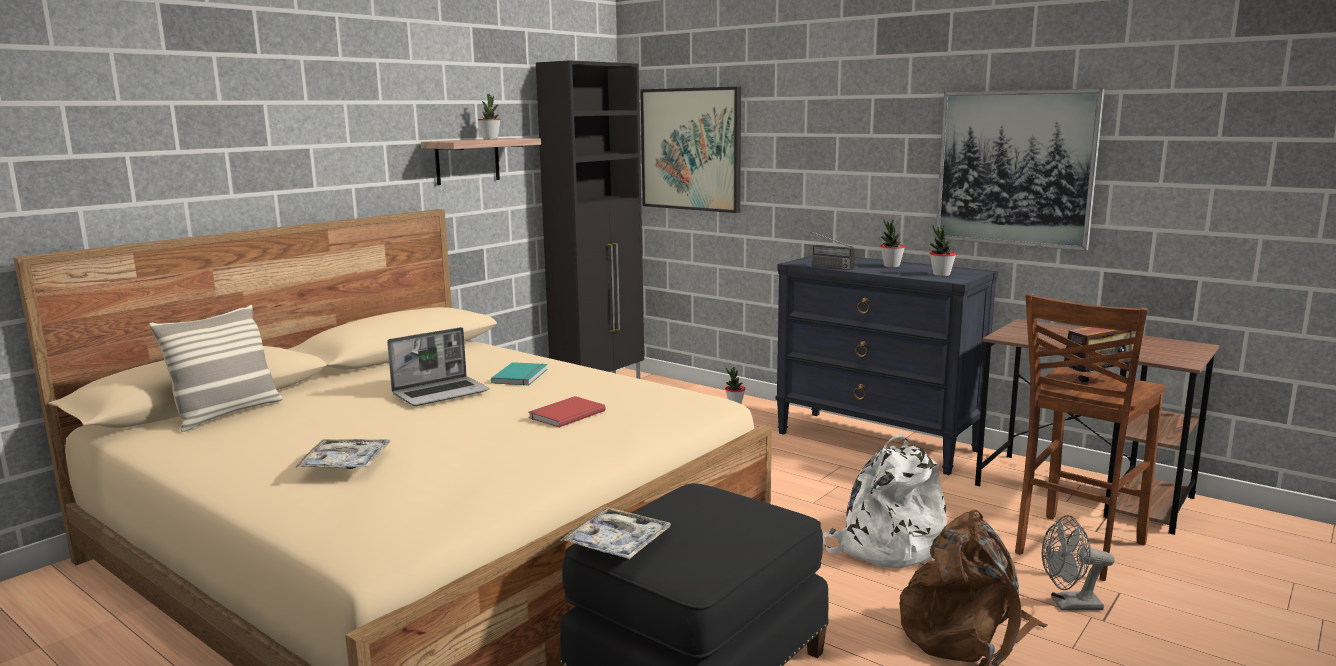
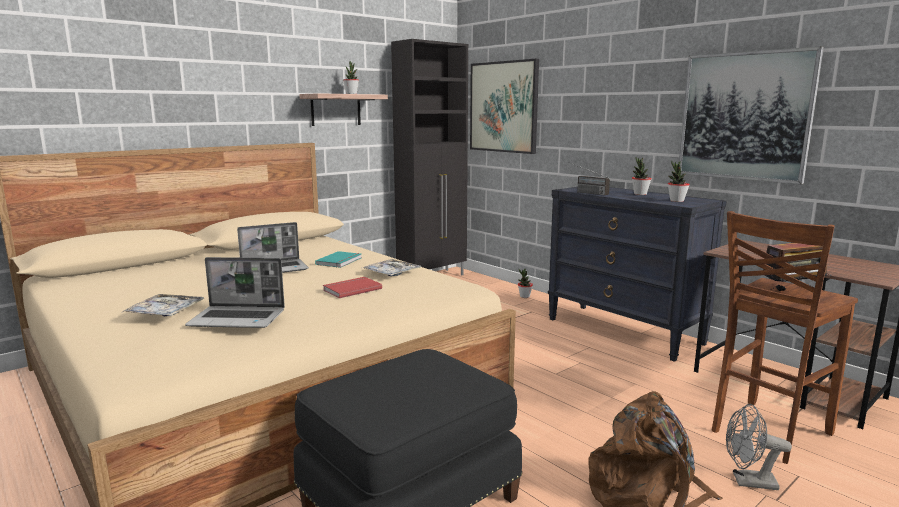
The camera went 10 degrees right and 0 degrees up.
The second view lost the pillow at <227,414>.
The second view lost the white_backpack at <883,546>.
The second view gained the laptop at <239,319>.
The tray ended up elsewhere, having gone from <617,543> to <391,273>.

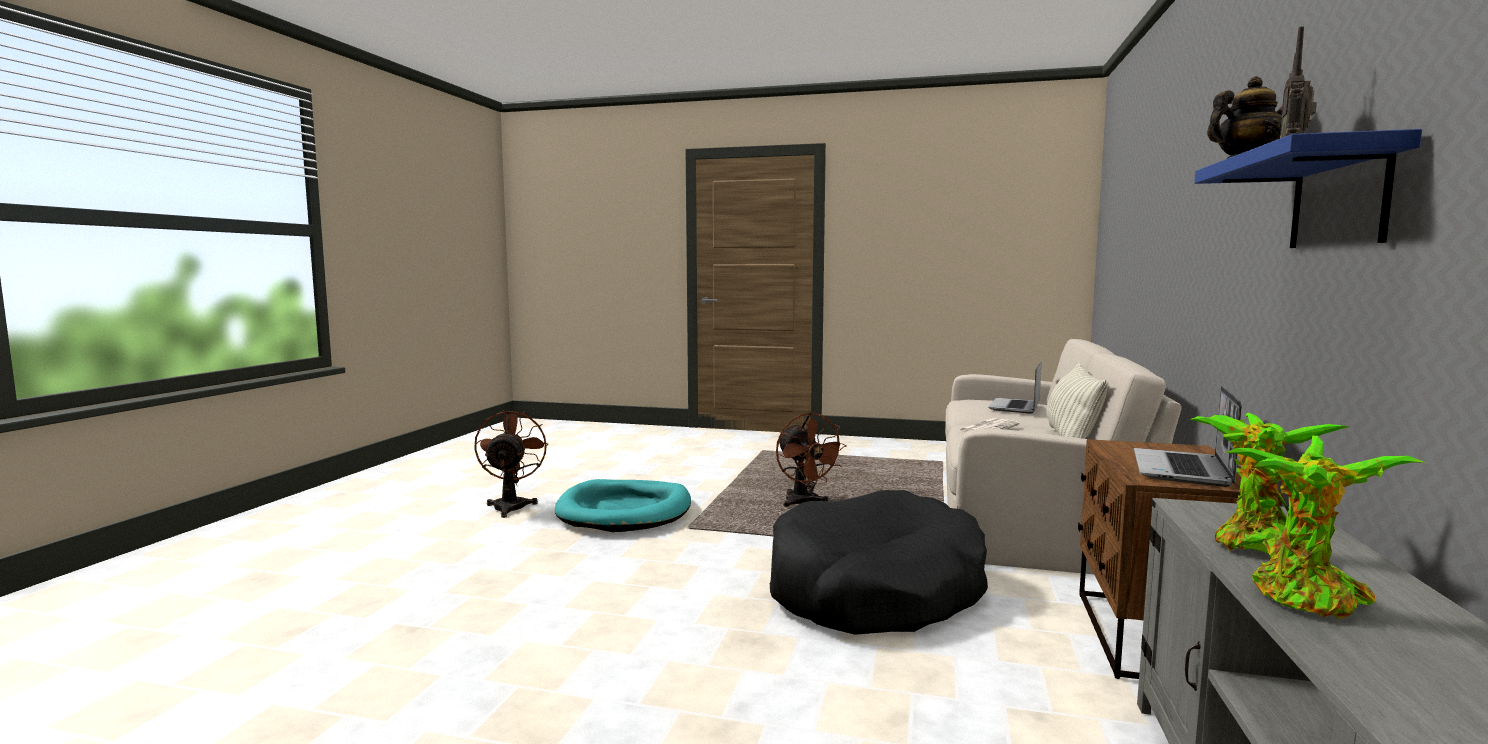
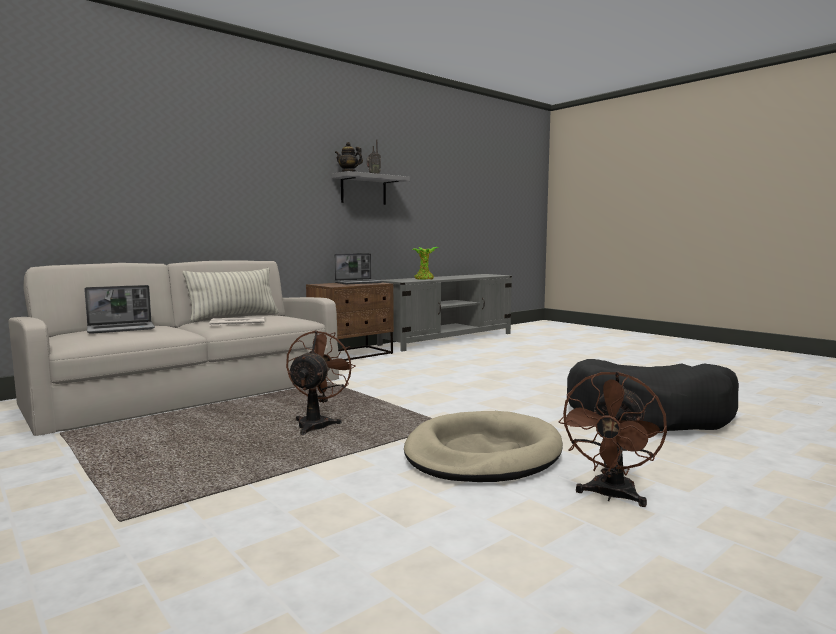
The camera went 145 degrees left and 0 degrees up.
The second view lost the potted_plant at <1307,601>.
The black_dog_bed ended up elsewhere, having gone from <874,590> to <650,415>.
What was the turquoise_dog_bed at <625,511> turned into the beige_dog_bed at <482,454>.
What was the blue_shelf at <1339,198> turned into the grey_shelf at <363,190>.

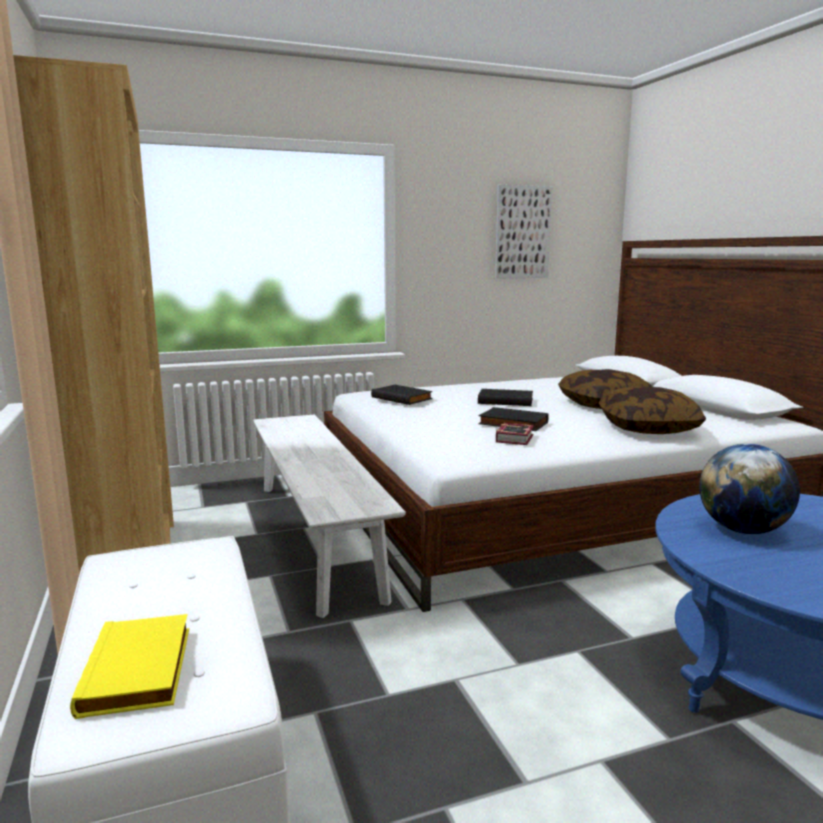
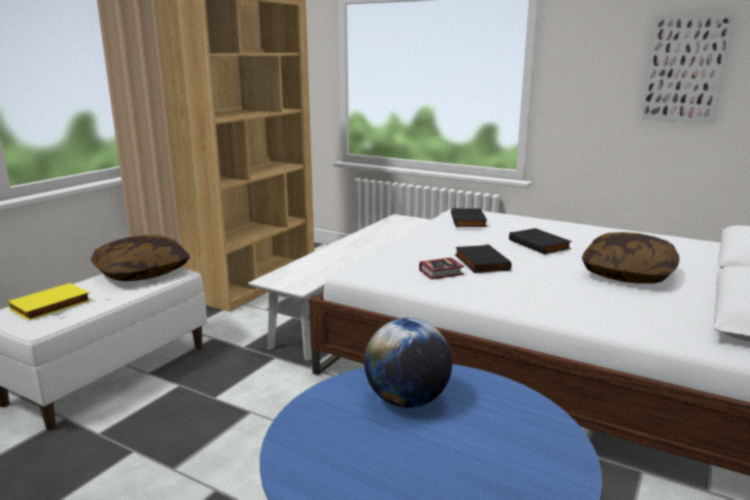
The camera went 50 degrees right and 5 degrees up.
The pillow ended up elsewhere, having gone from <648,428> to <142,273>.

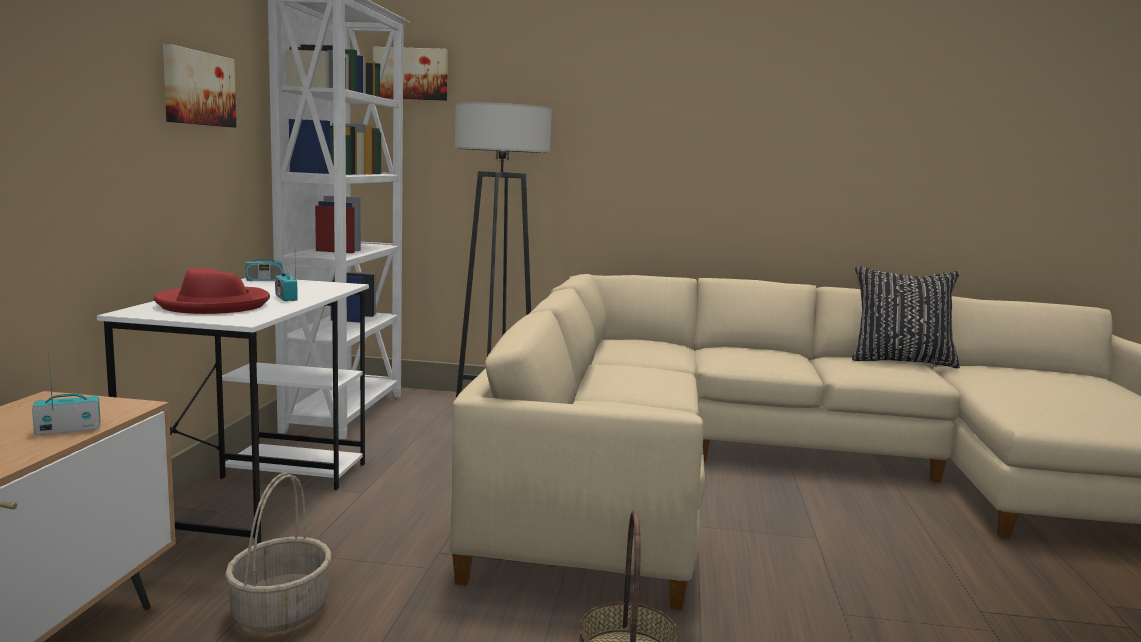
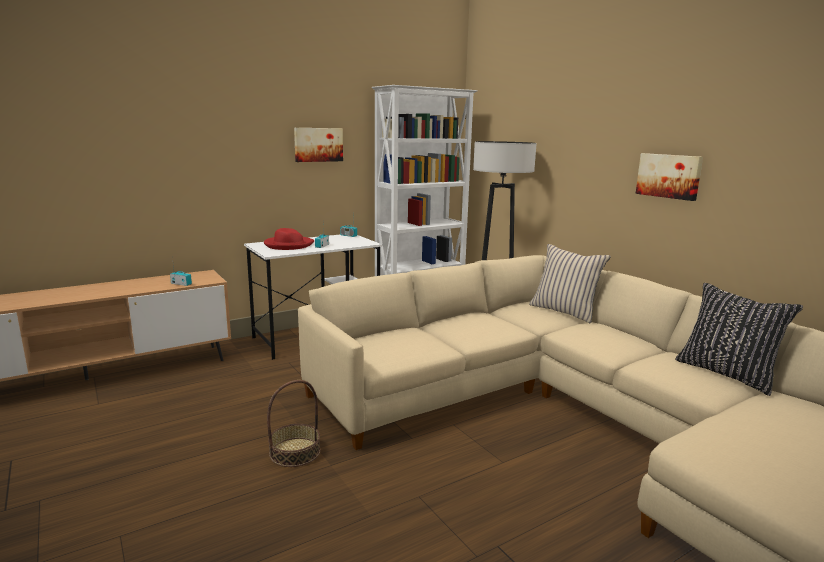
The camera went 50 degrees right and 5 degrees up.
The second view lost the basket at <280,610>.
The second view gained the beige_pillow at <564,311>.
The picture ended up elsewhere, having gone from <411,74> to <669,176>.

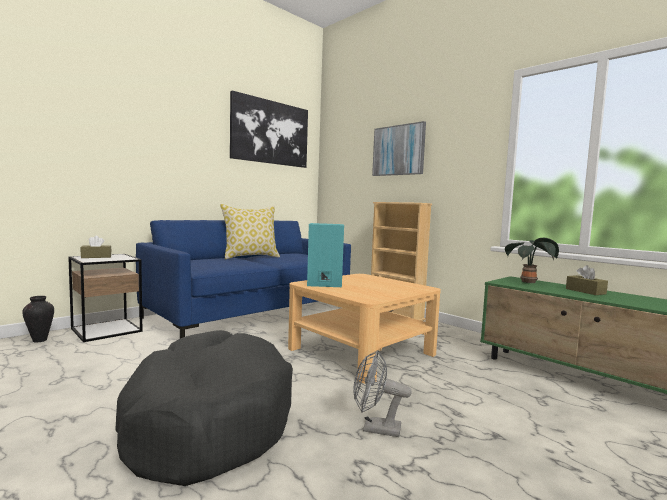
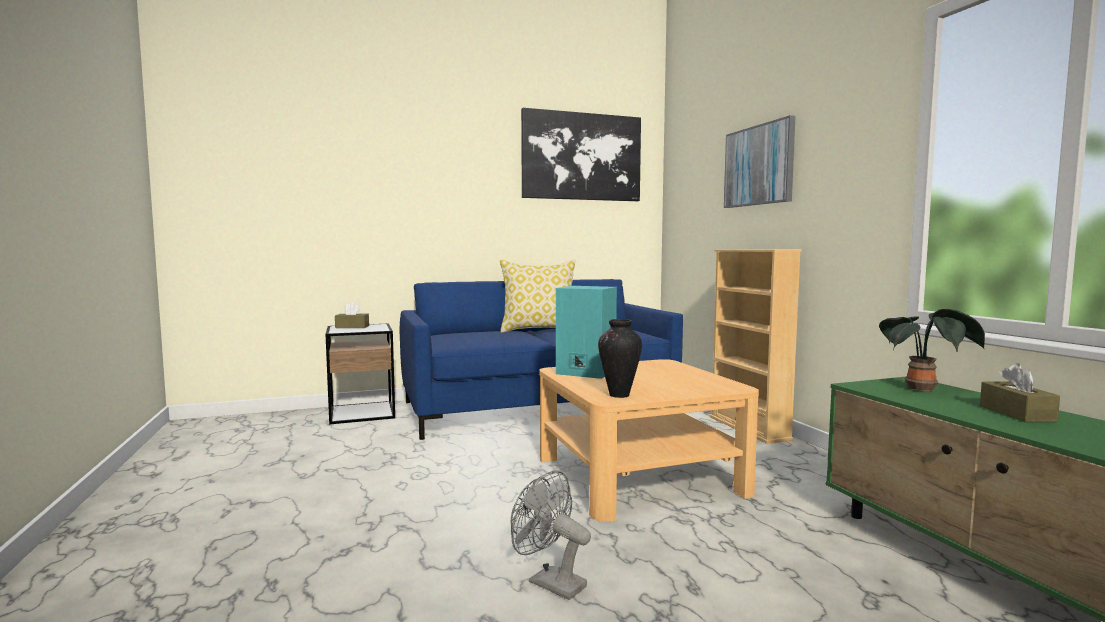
The camera went 25 degrees right and 0 degrees up.
The second view lost the black_dog_bed at <207,420>.
The vase ended up elsewhere, having gone from <39,340> to <618,395>.

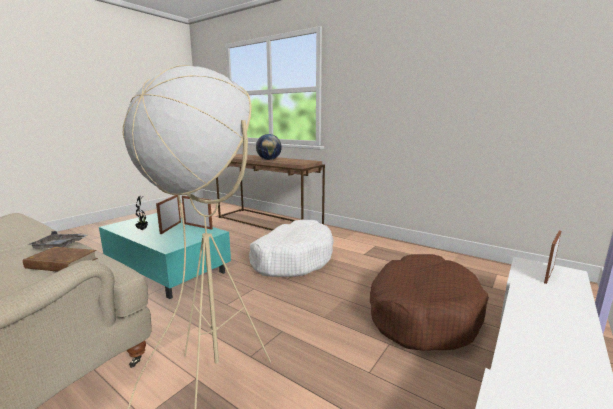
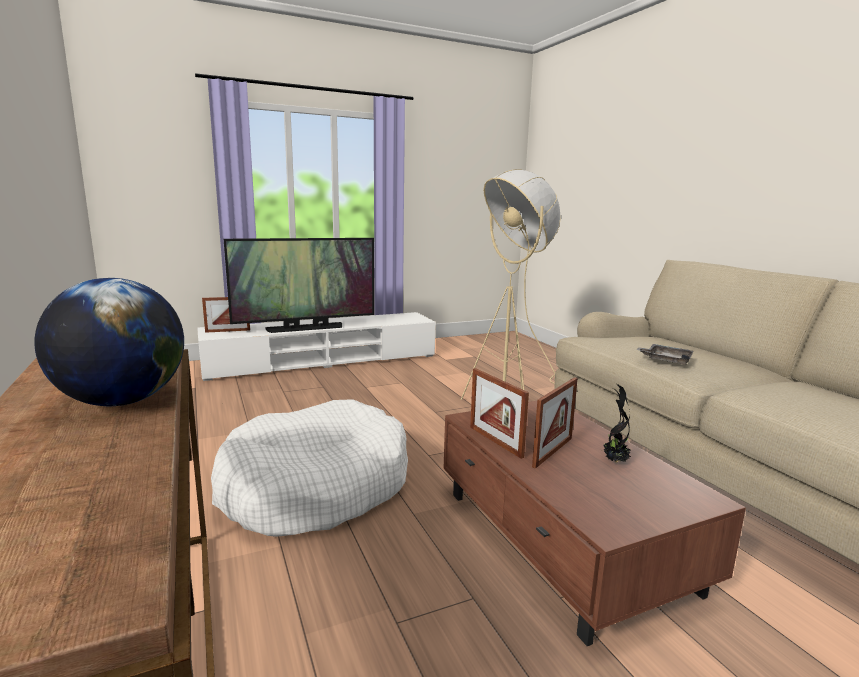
The camera went 150 degrees left and 0 degrees up.
The second view lost the brown_book at <62,263>.
The second view lost the brown_dog_bed at <422,313>.
The second view gained the television at <305,328>.
What was the turquoise_coffee_table at <167,269> turned into the brown_coffee_table at <563,541>.

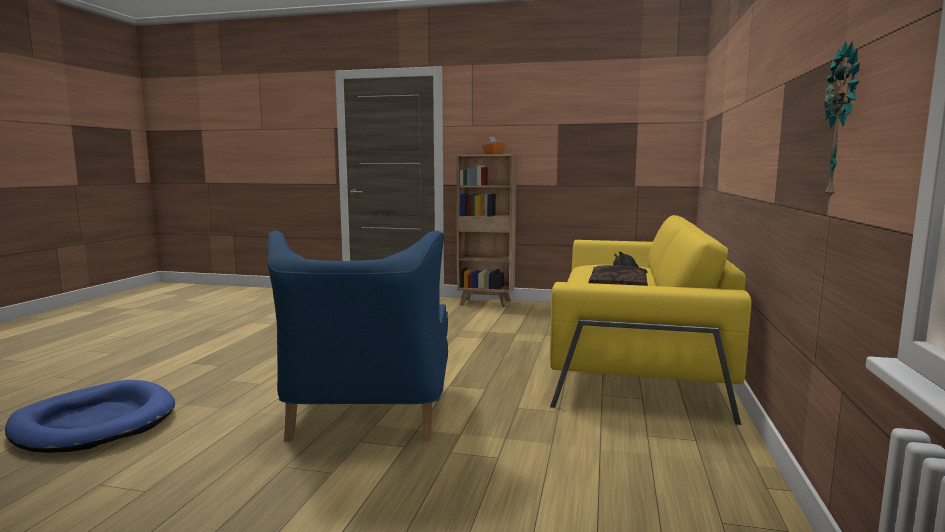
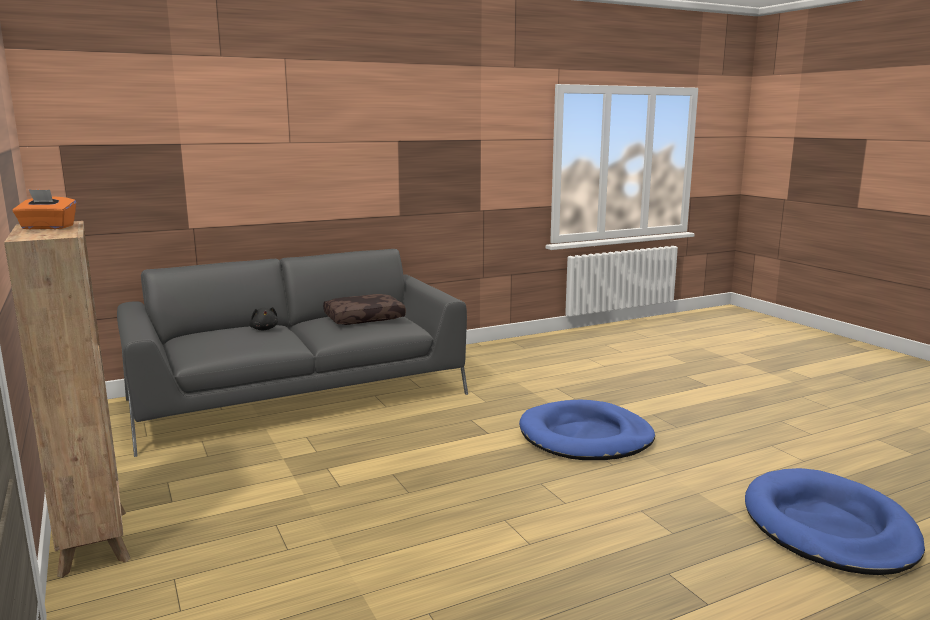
The camera went 130 degrees left and 5 degrees up.
The second view lost the wall_clock at <844,122>.
Where the blue_armchair stood at <367,414>, the blue_dog_bed came to stand at <586,437>.
What was the yellow_sofa at <634,353> turned into the grey_sofa at <299,397>.

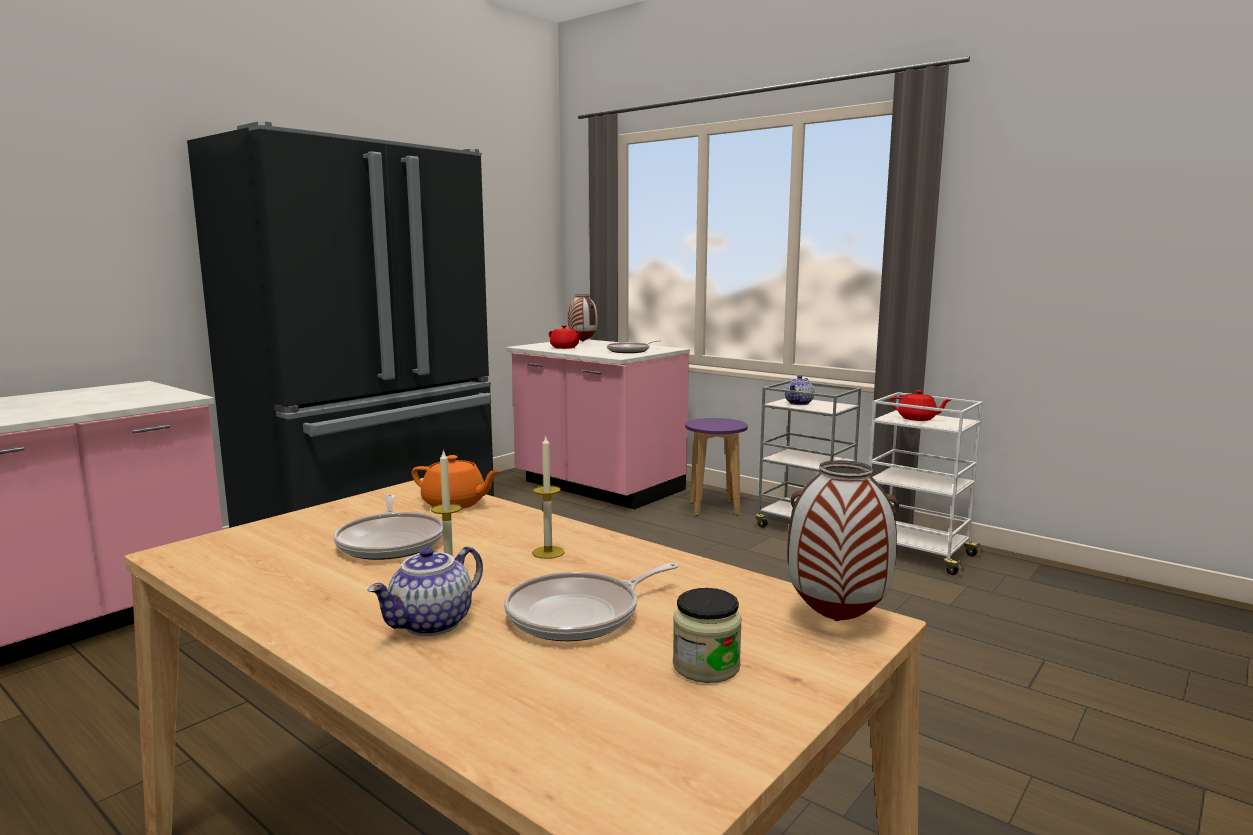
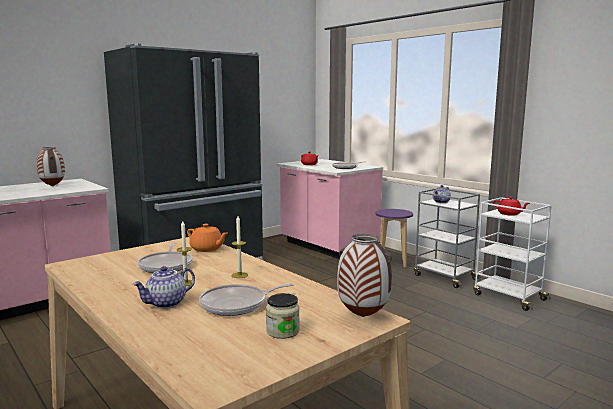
The camera went 10 degrees right and 0 degrees up.
The vase ended up elsewhere, having gone from <582,341> to <52,186>.

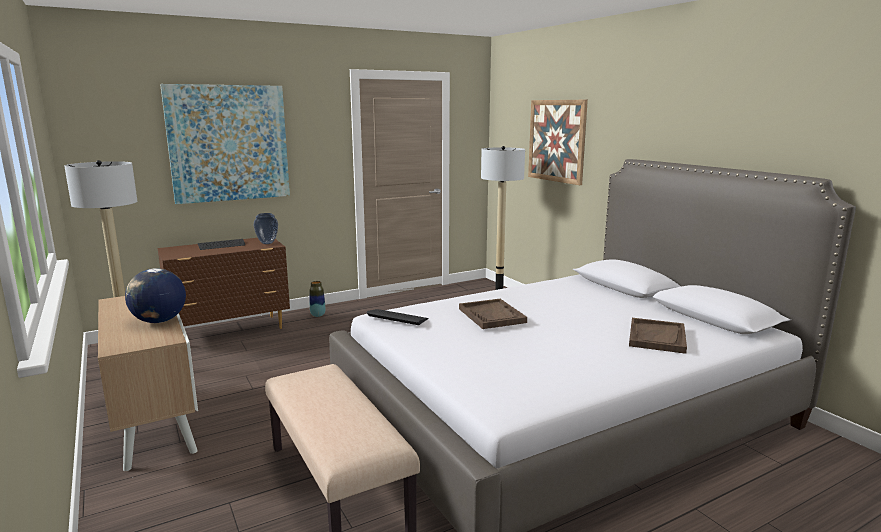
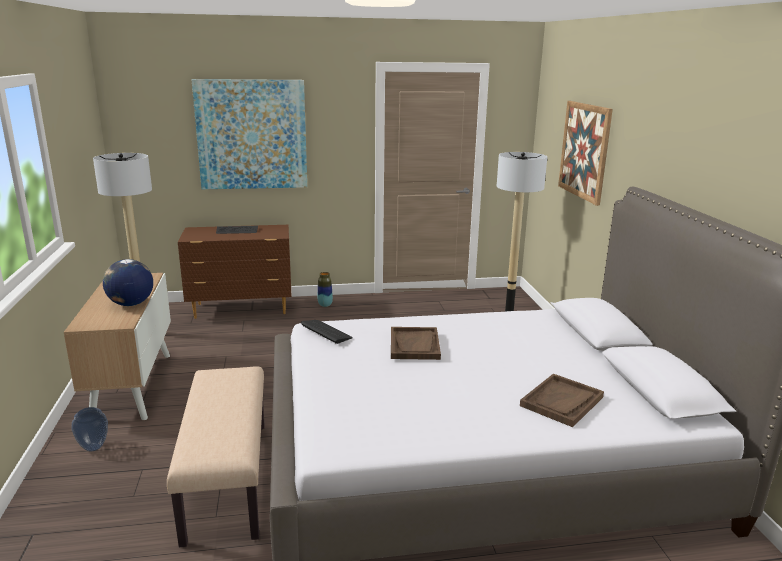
The camera went 20 degrees right and 5 degrees up.
The vase ended up elsewhere, having gone from <267,243> to <94,447>.

